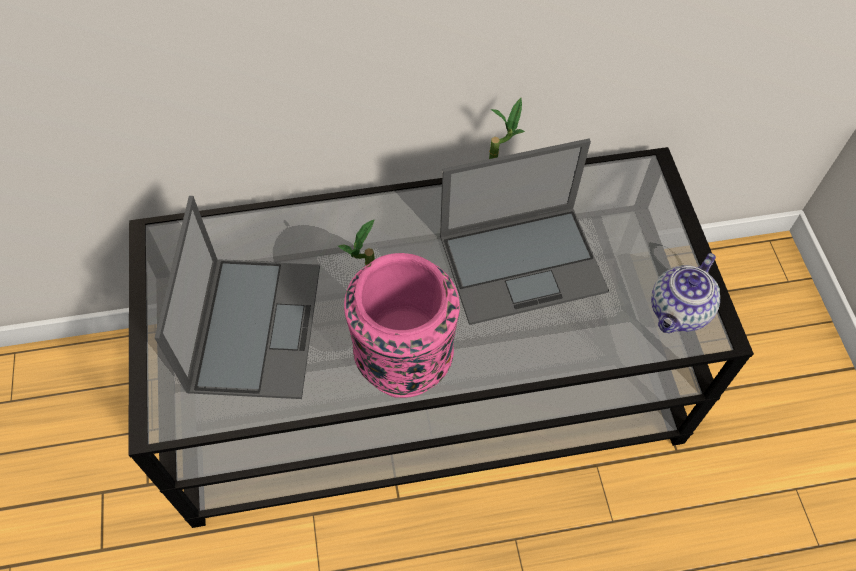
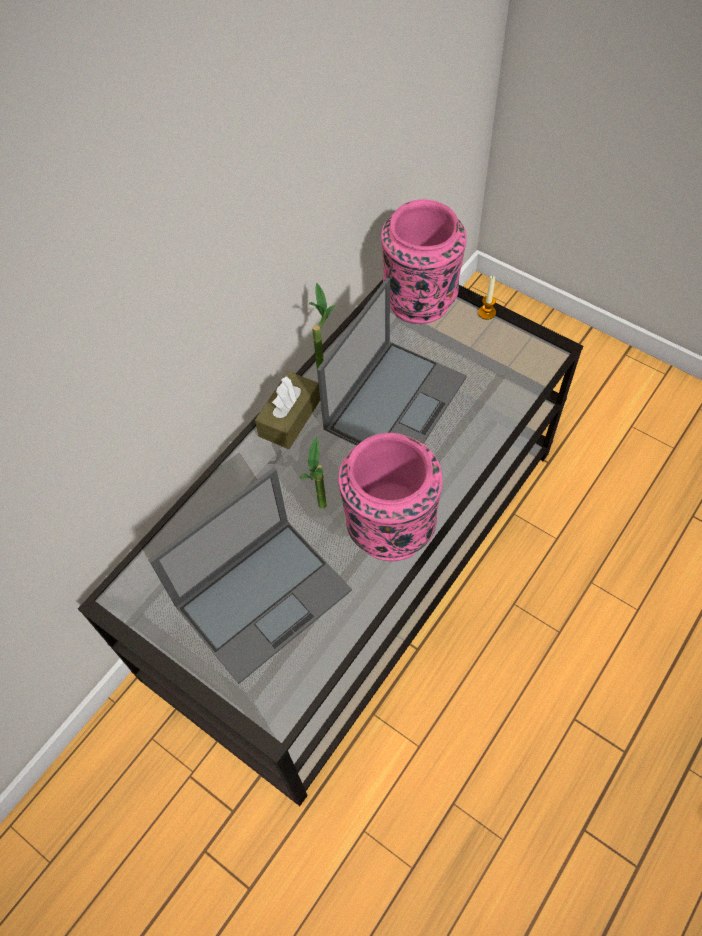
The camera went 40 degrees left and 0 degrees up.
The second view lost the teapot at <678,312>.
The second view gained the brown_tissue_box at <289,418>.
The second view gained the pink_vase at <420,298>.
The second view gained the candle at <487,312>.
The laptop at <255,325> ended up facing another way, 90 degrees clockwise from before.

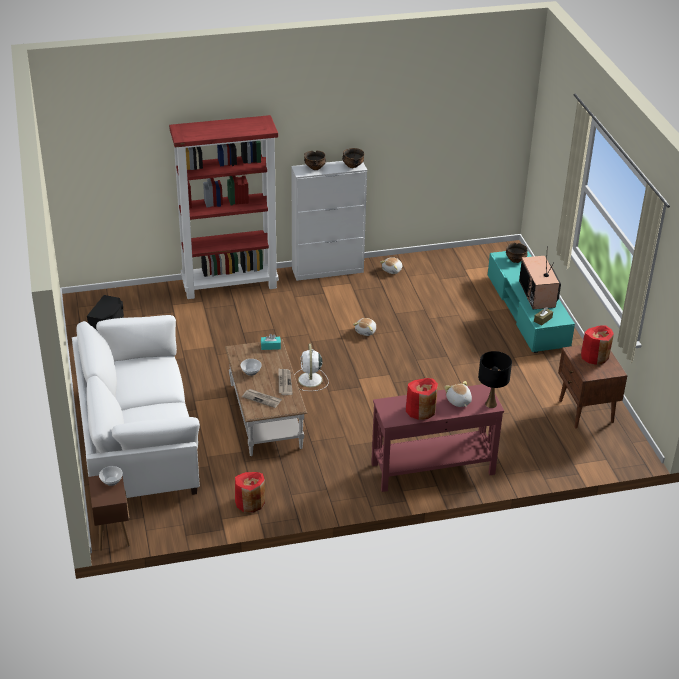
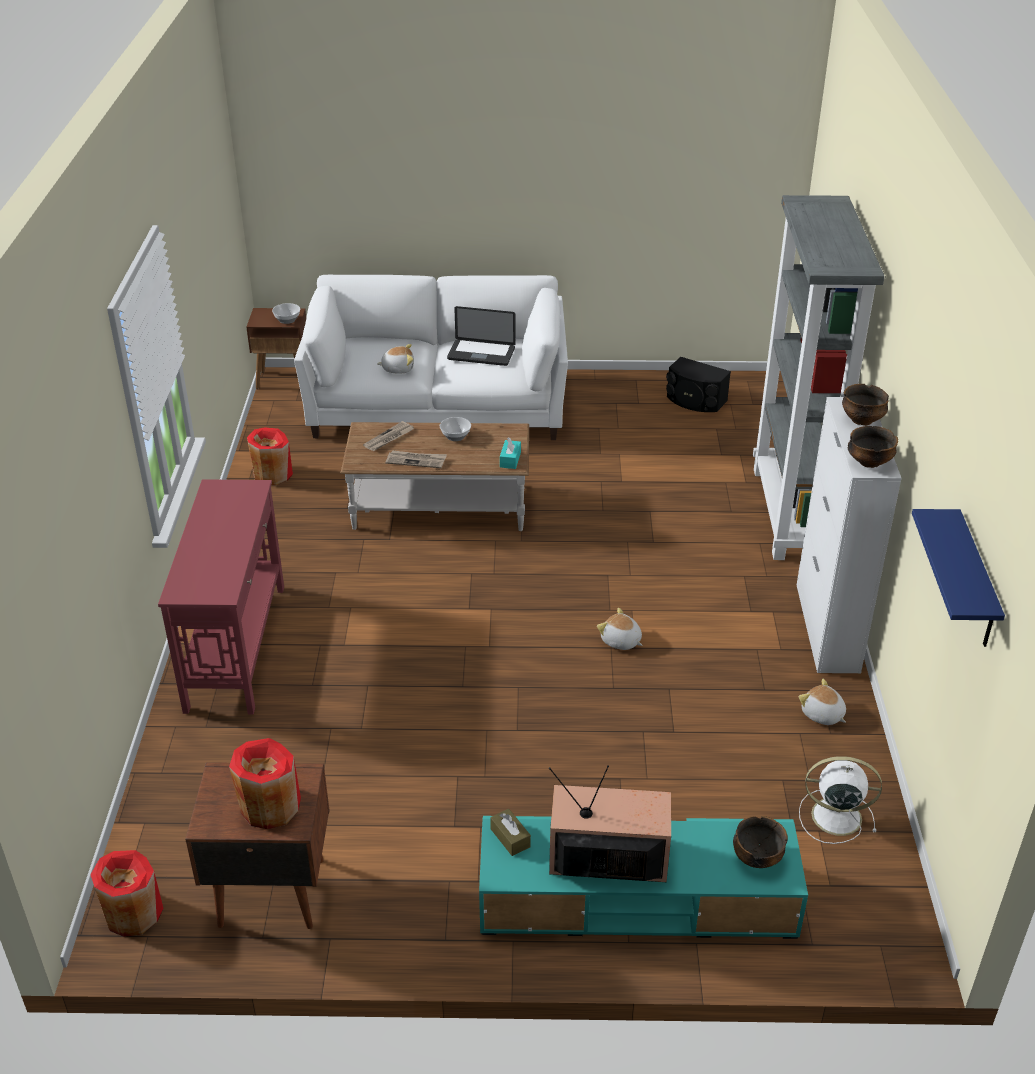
The camera went 105 degrees right and 0 degrees up.
The second view lost the black_table_lamp at <490,404>.
The second view gained the laptop at <481,354>.
The second view gained the blue_shelf at <975,582>.
The white_fan ended up elsewhere, having gone from <310,380> to <834,816>.
The red_vase ended up elsewhere, having gone from <421,410> to <132,913>.
The plush_toy ended up elsewhere, having gone from <458,401> to <398,368>.
What was the red_bookcase at <230,284> turned into the grey_bookcase at <790,513>.

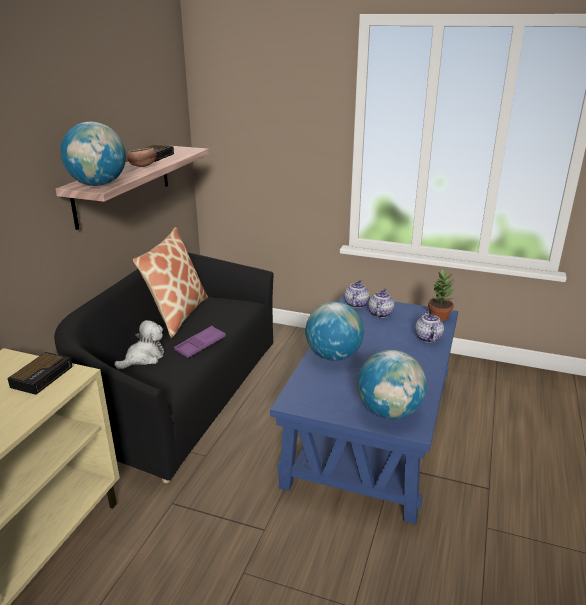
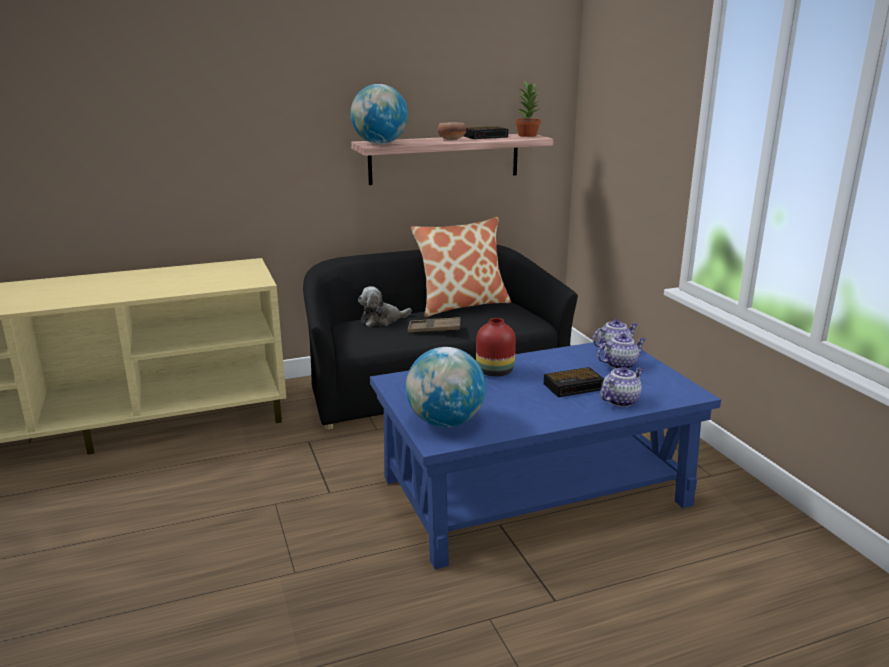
The camera went 50 degrees right and 5 degrees down.
The alarm_clock ended up elsewhere, having gone from <43,376> to <574,386>.
The potted_plant ended up elsewhere, having gone from <438,316> to <527,135>.
Where the globe stood at <333,356>, the red_vase came to stand at <495,371>.
What was the purple_tray at <200,345> turned into the brown_tray at <434,329>.
The plush_toy at <144,358> ended up facing another way, 150 degrees clockwise from before.

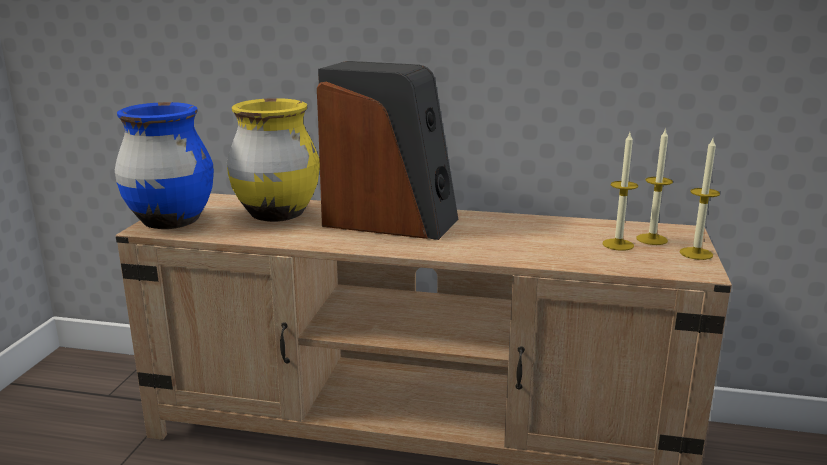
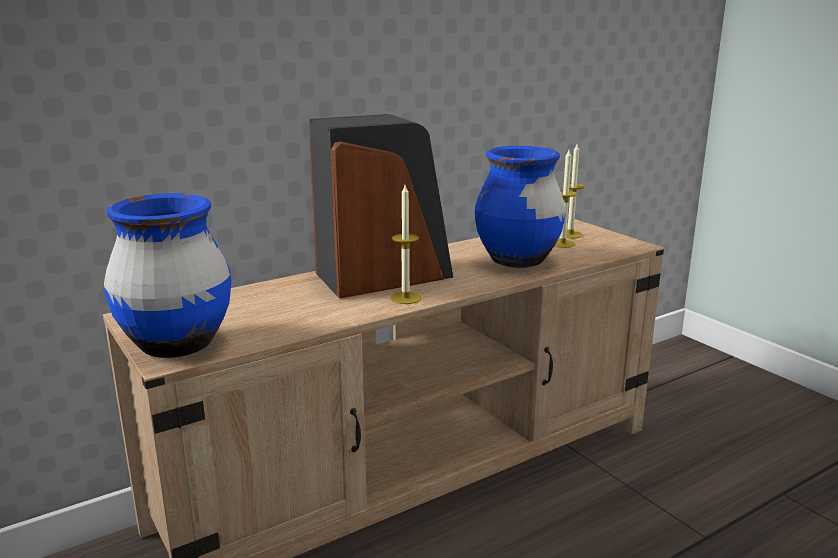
The camera went 45 degrees left and 0 degrees up.
The second view lost the yellow_vase at <276,214>.
The second view gained the blue_vase at <517,261>.
The candle ended up elsewhere, having gone from <696,253> to <405,298>.

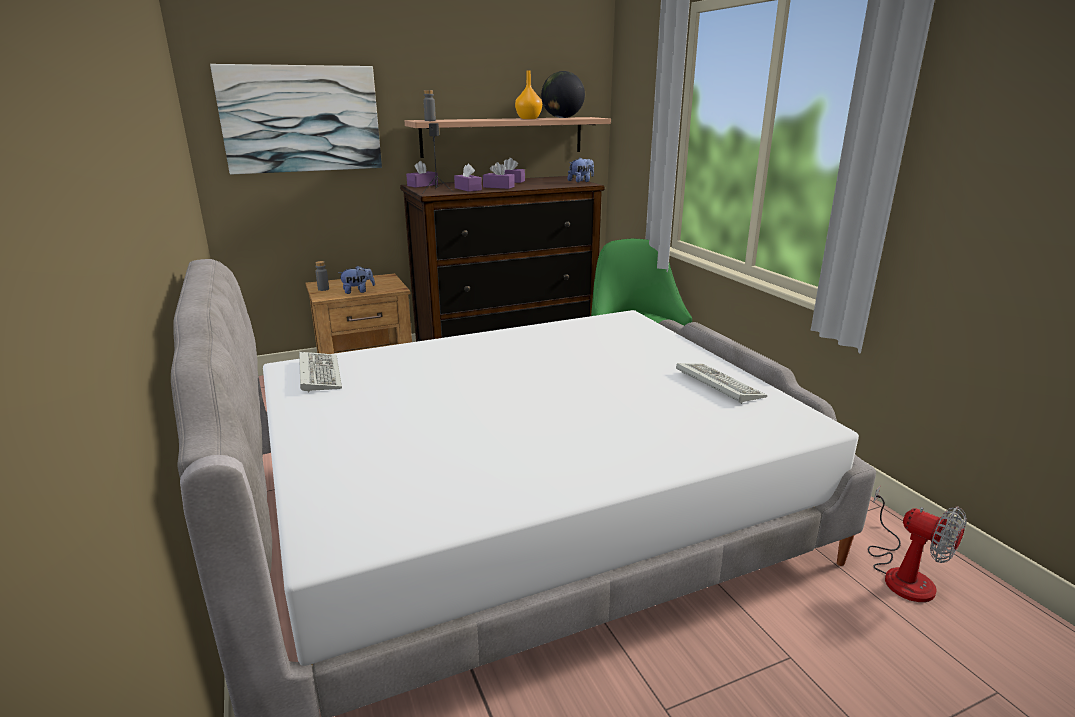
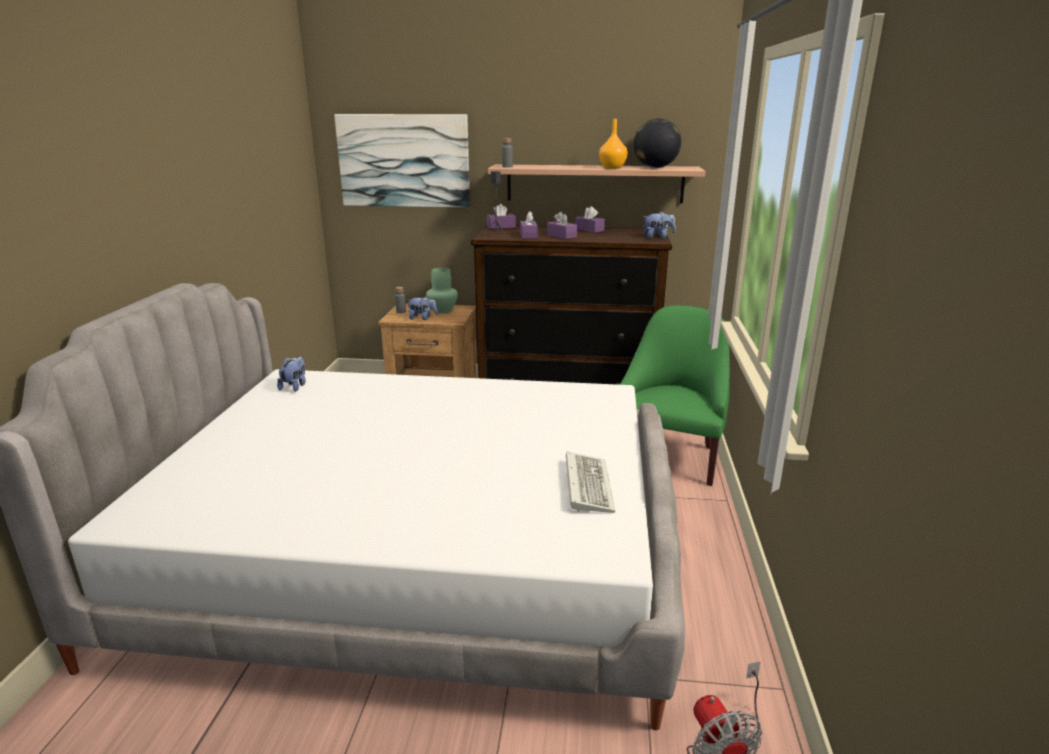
The camera went 30 degrees right and 0 degrees up.
The second view gained the green_vase at <442,310>.
Where the keyboard stood at <318,374>, the plush_toy came to stand at <294,386>.

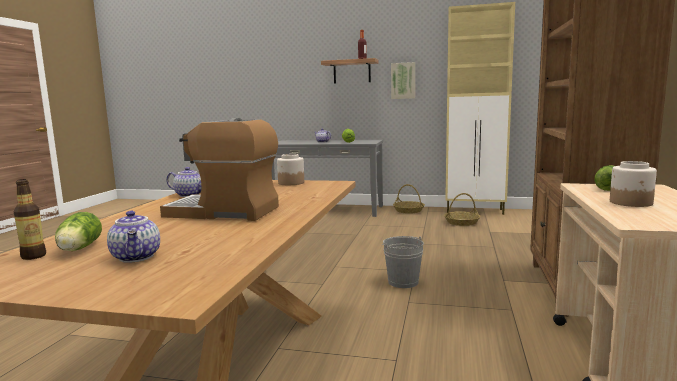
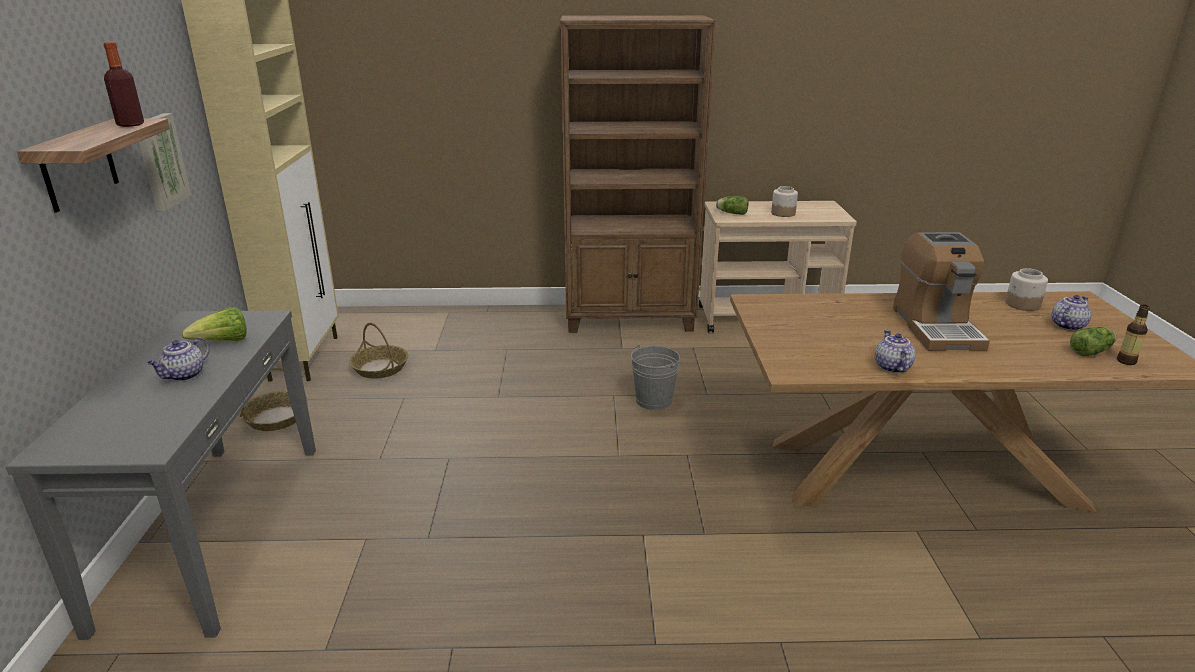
The camera went 105 degrees left and 15 degrees up.
The jar ended up elsewhere, having gone from <291,183> to <1022,304>.

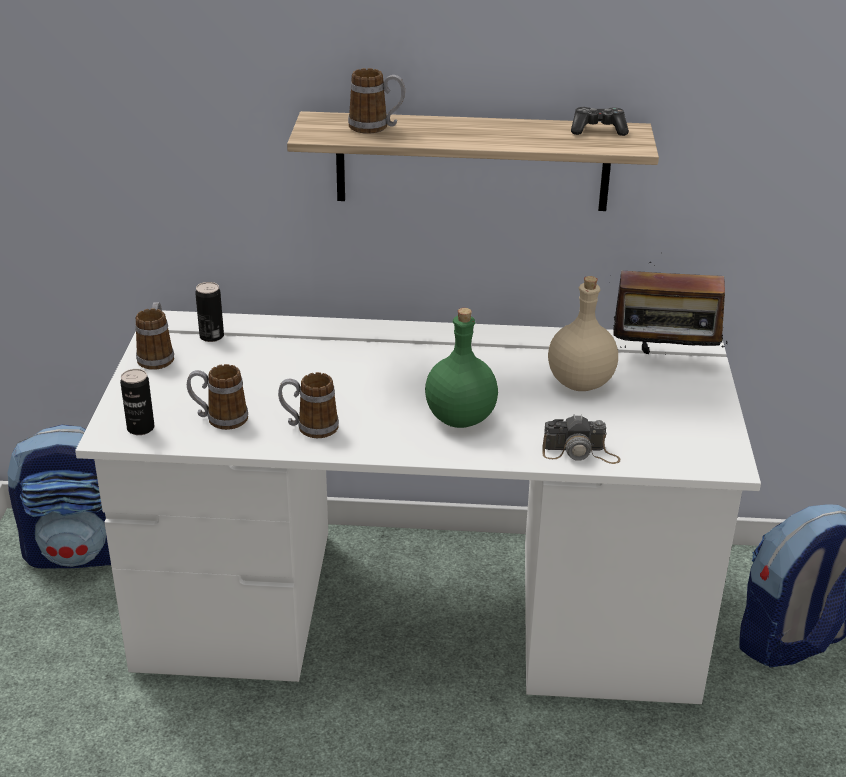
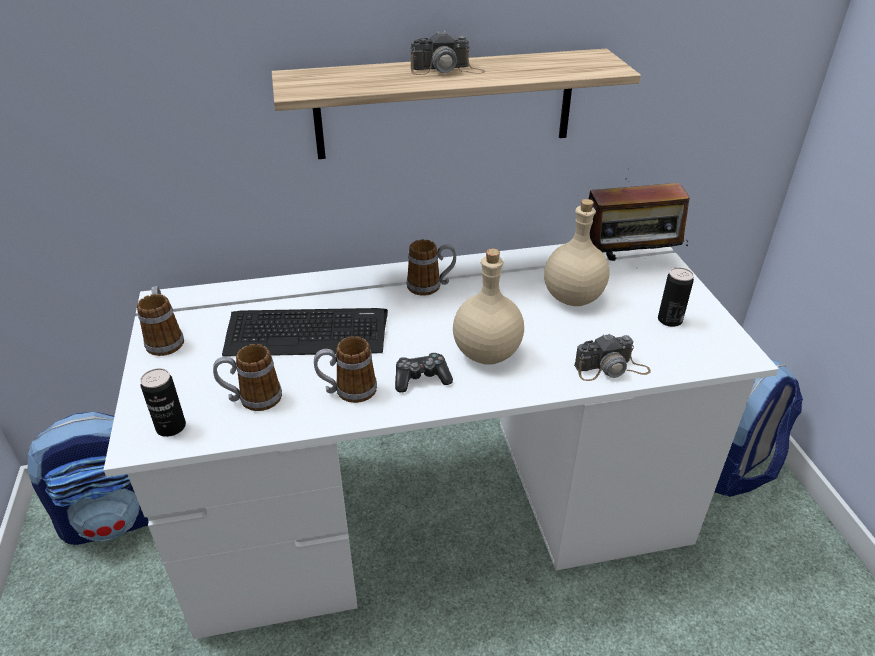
The camera went 15 degrees left and 5 degrees up.
The second view gained the keyboard at <306,333>.
The second view gained the photo_camera at <447,70>.
The can ended up elsewhere, having gone from <211,336> to <669,320>.
The mug ended up elsewhere, having gone from <376,127> to <431,286>.
The game_controller ended up elsewhere, having gone from <598,130> to <421,378>.
What was the green_bottle at <461,418> turned into the beige_bottle at <488,353>.

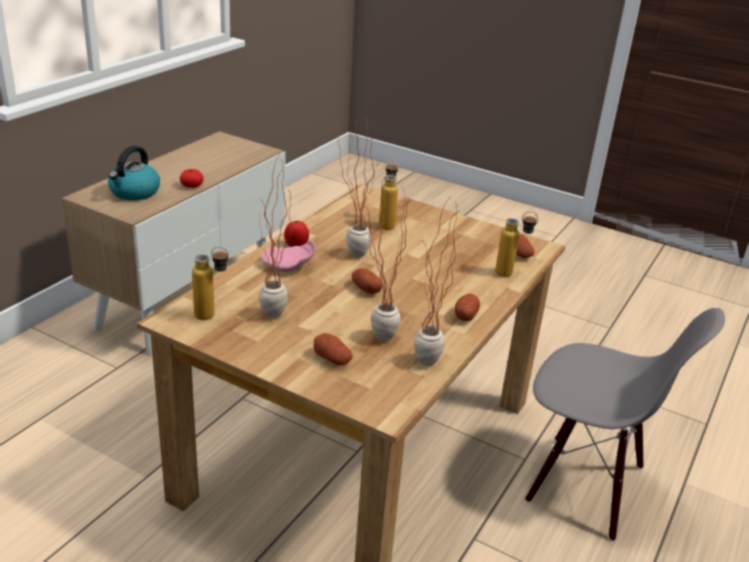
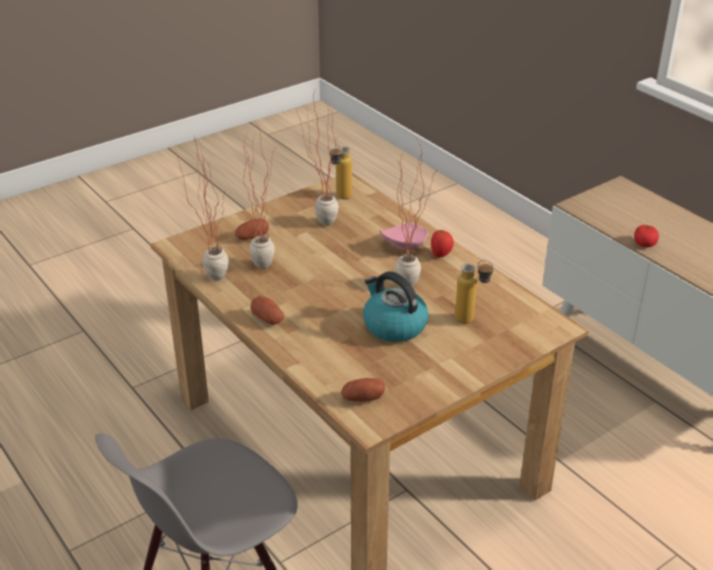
The camera went 115 degrees right and 5 degrees up.
The second view lost the potato at <366,289>.
The second view lost the bottle at <511,274>.
The kettle ended up elsewhere, having gone from <134,192> to <393,325>.

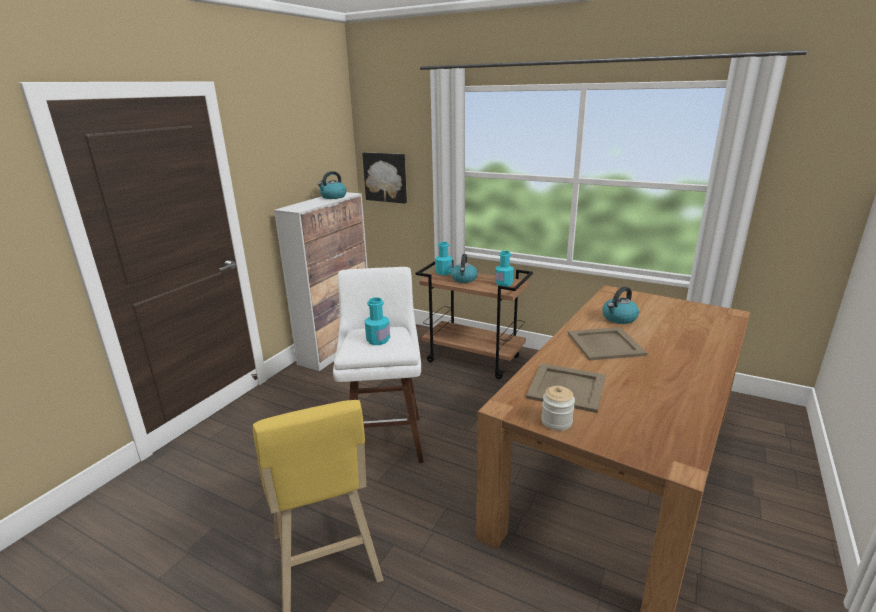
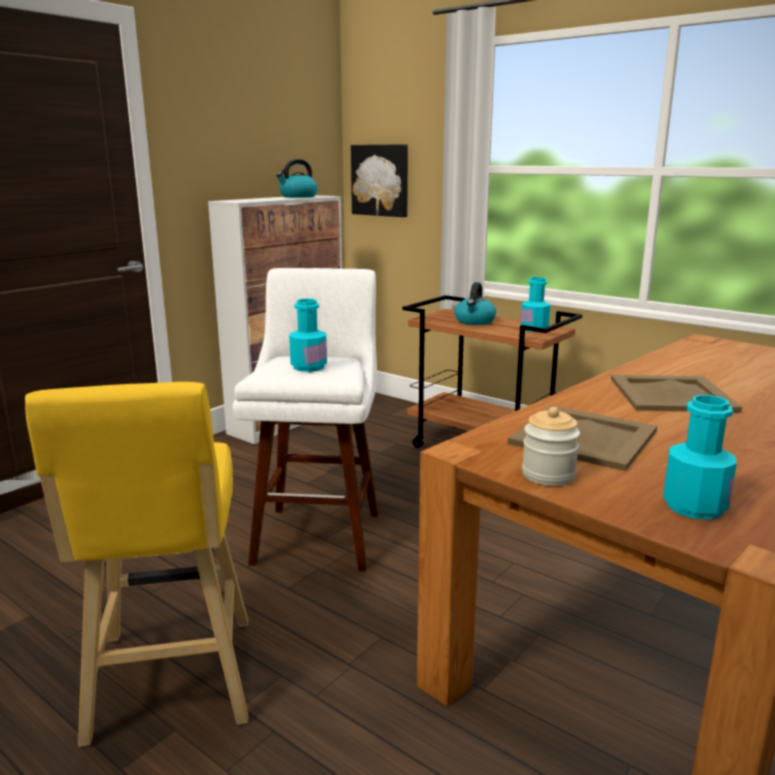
The camera went 10 degrees right and 5 degrees down.
The second view lost the kettle at <619,318>.
The turquoise_bottle ended up elsewhere, having gone from <443,272> to <694,506>.

